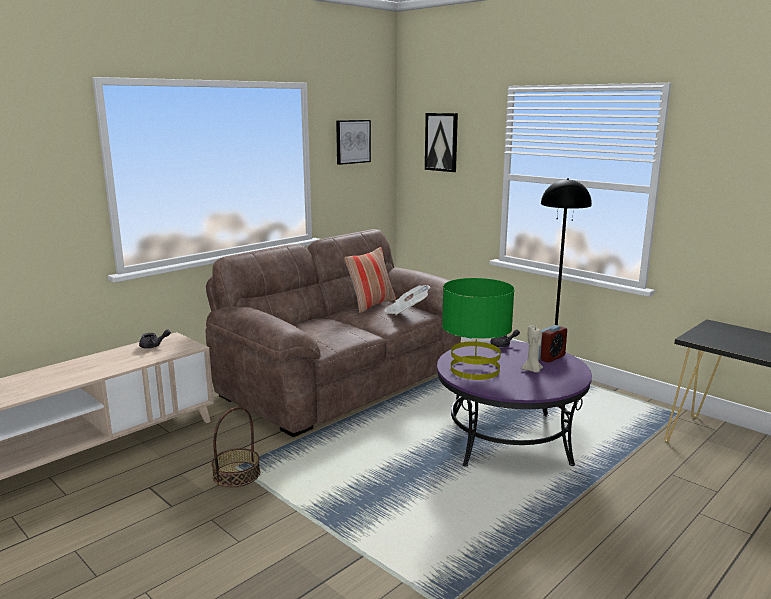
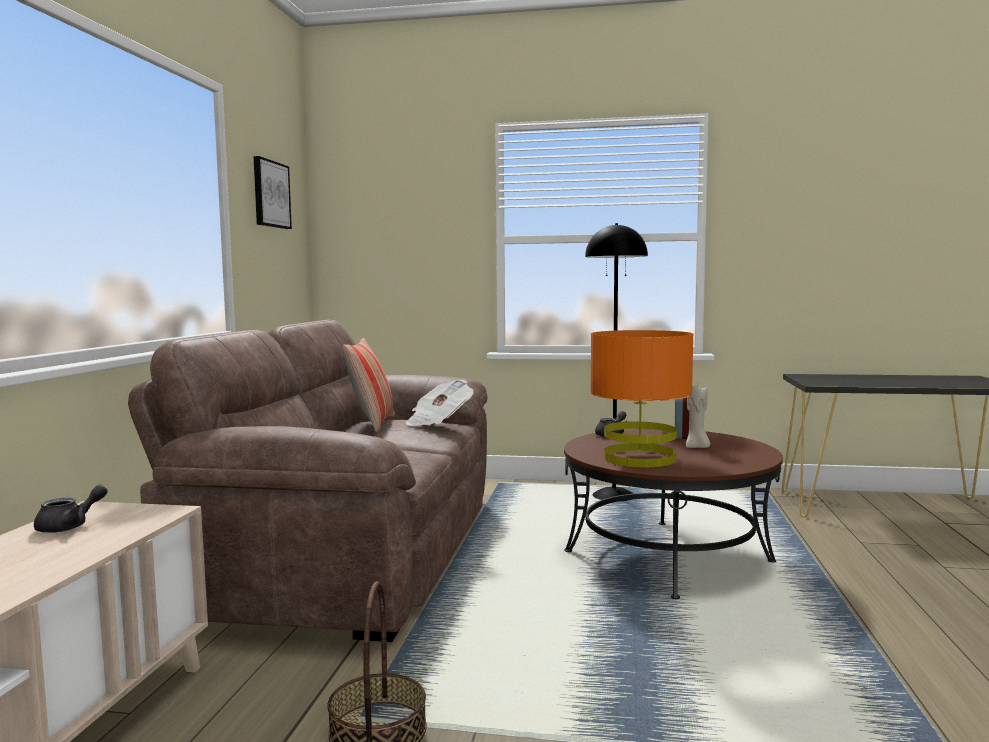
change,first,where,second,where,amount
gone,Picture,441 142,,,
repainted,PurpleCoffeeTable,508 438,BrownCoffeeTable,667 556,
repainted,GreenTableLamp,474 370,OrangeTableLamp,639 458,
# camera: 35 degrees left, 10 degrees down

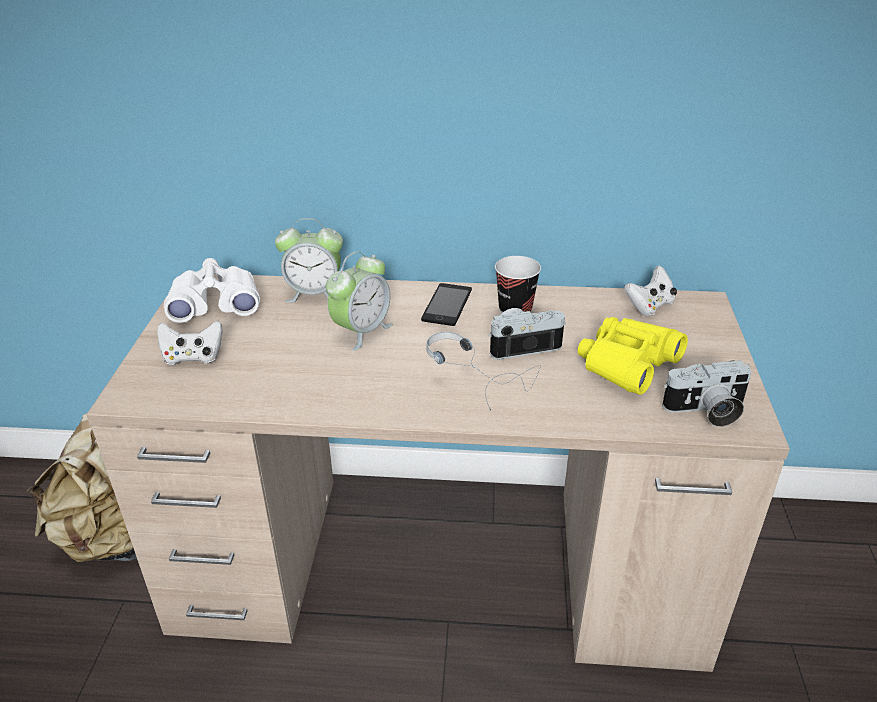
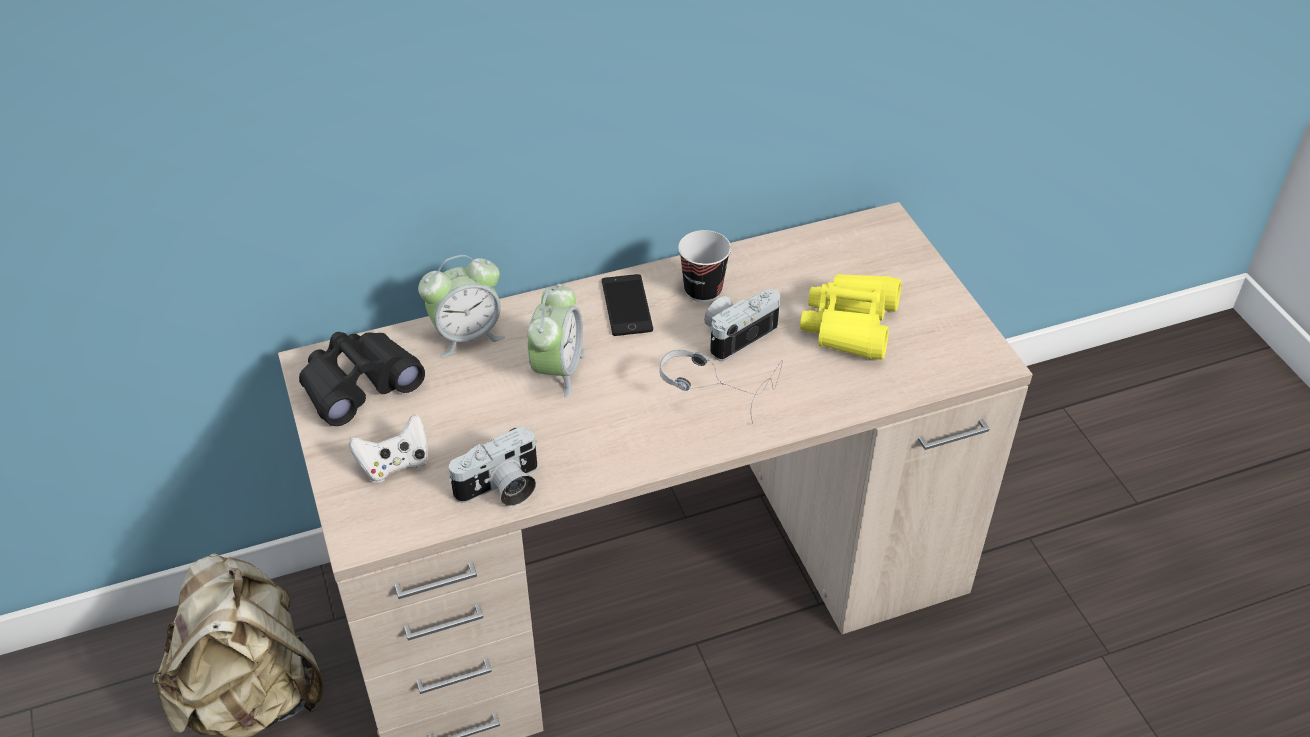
change,first,where,second,where,amount
gone,WhiteGameController,649 306,,,
shifted,PhotoCamera,706 411,,501 489,
repainted,WhiteBinoculars,215 303,BlackBinoculars,359 385,
# camera: 25 degrees left, 10 degrees up

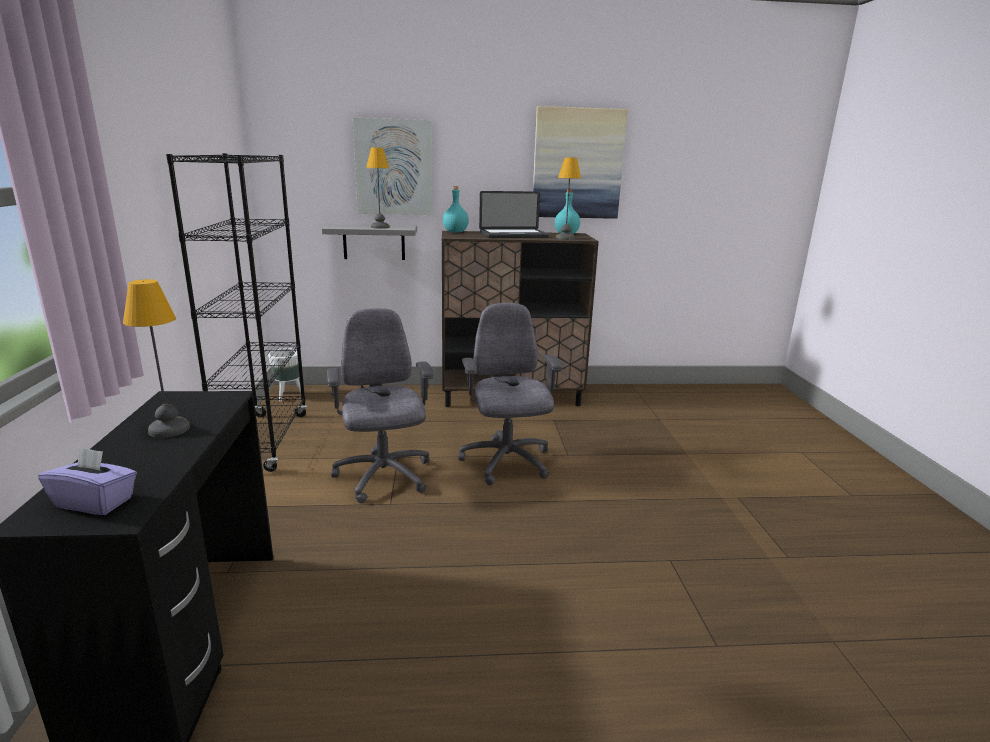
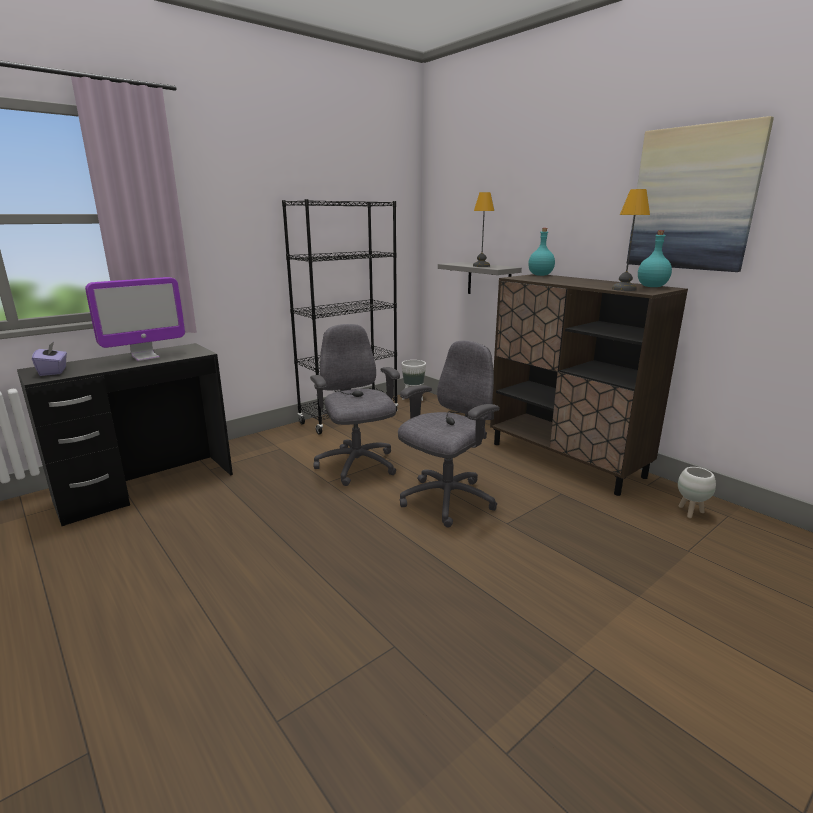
change,first,where,second,where,amount
gone,Picture,394 167,,,
gone,Laptop,513 235,,,
new,,,WhitePlanter,690 512,
swapped,TableLamp,168 429,Monitor,145 357,
rotated,GreyOfficeChair,383 477,,357 466,60 degrees counterclockwise
# camera: 55 degrees right, 0 degrees up

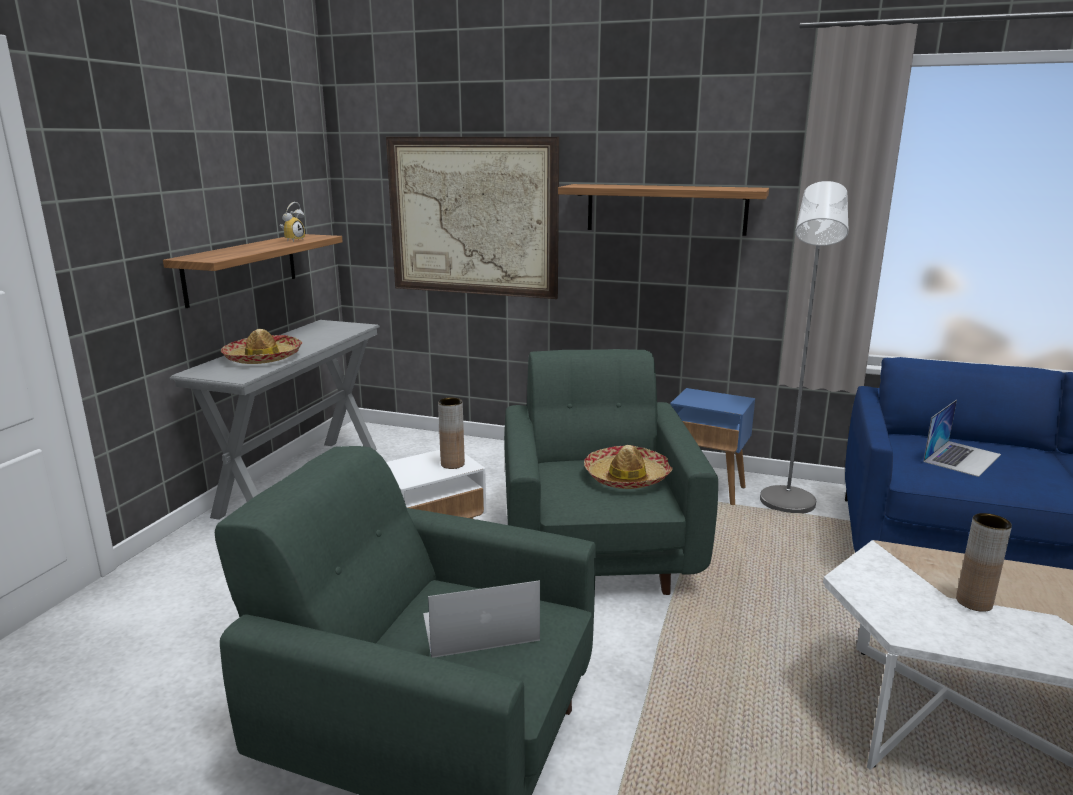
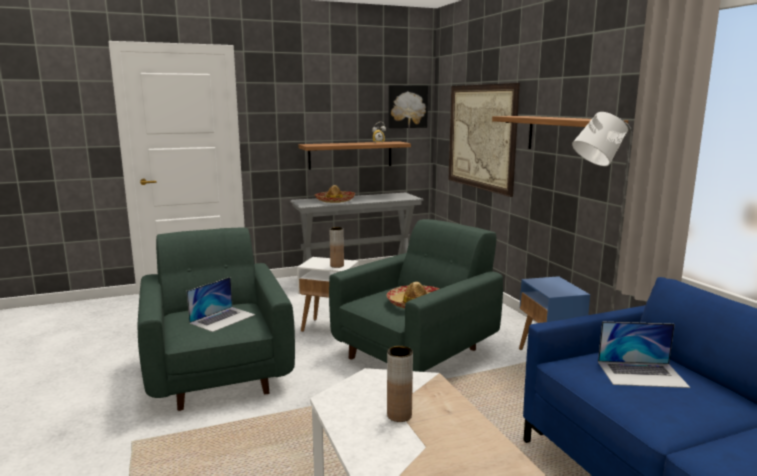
change,first,where,second,where,amount
new,,,Picture,407 106,
rotated,Laptop,479 627,,223 318,90 degrees clockwise
# camera: 50 degrees right, 5 degrees down

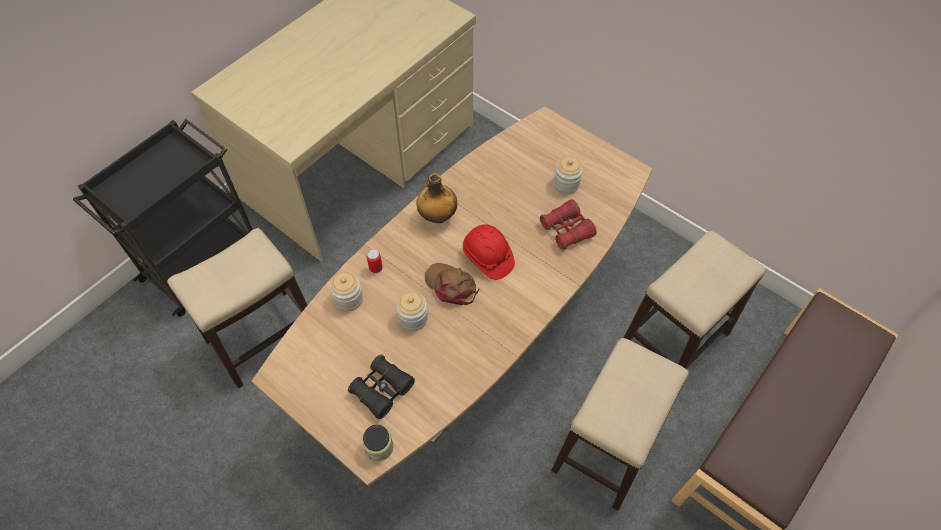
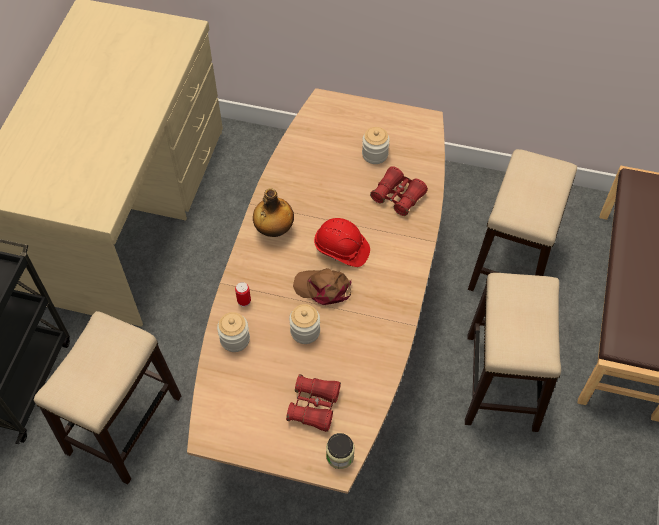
change,first,where,second,where,amount
repainted,BlackBinoculars,382 390,RedBinoculars,314 406,
# camera: 25 degrees left, 0 degrees up

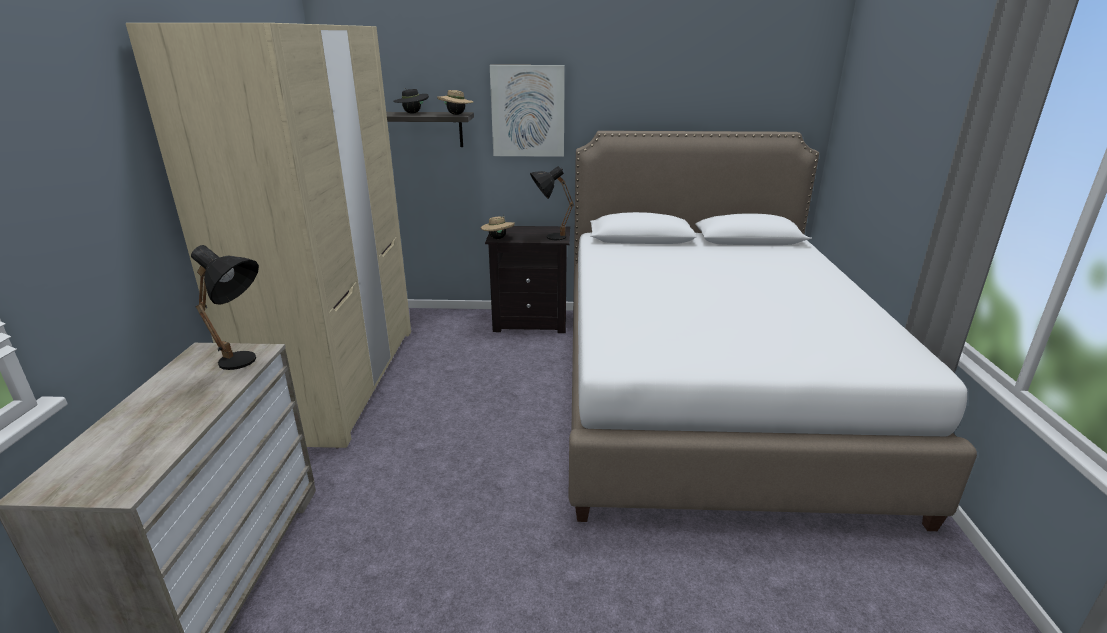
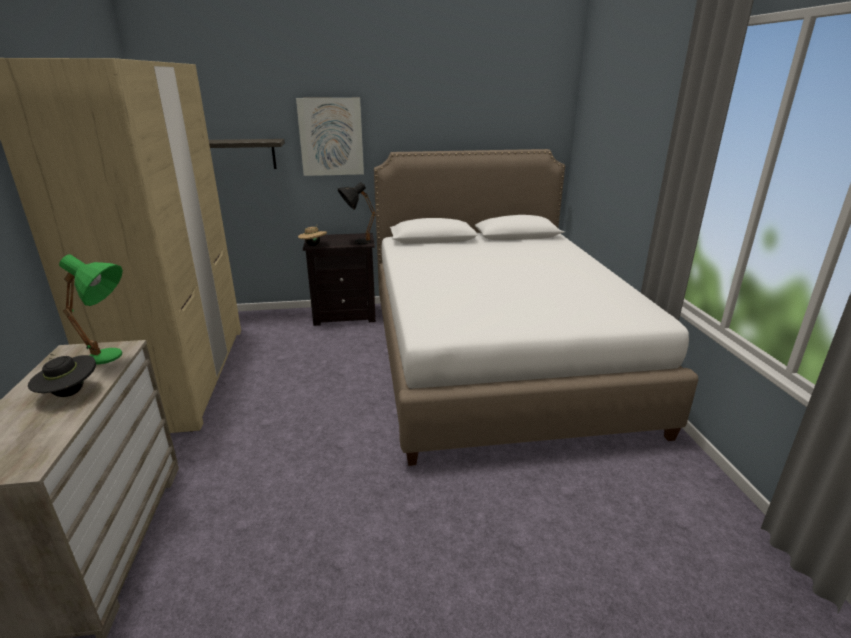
change,first,where,second,where,amount
gone,BeigeHat,456 114,,,
shifted,BlackHat,412 113,,69 393,
repainted,BlackTableLamp,245 364,GreenTableLamp,113 359,
# camera: 10 degrees left, 0 degrees up

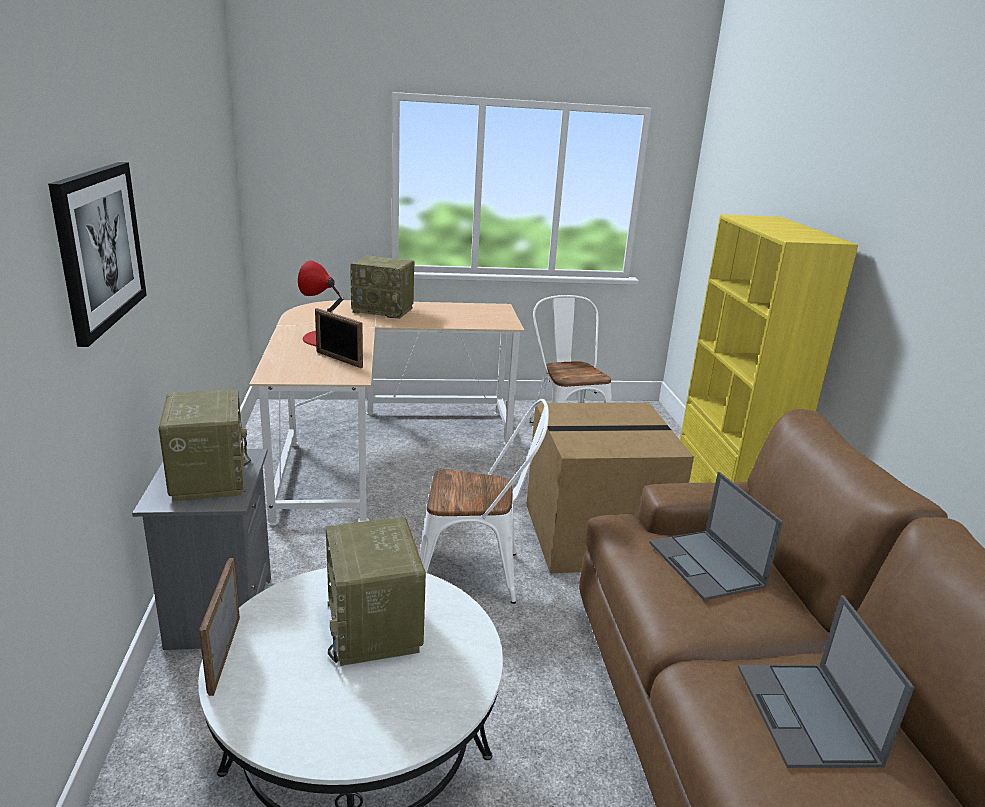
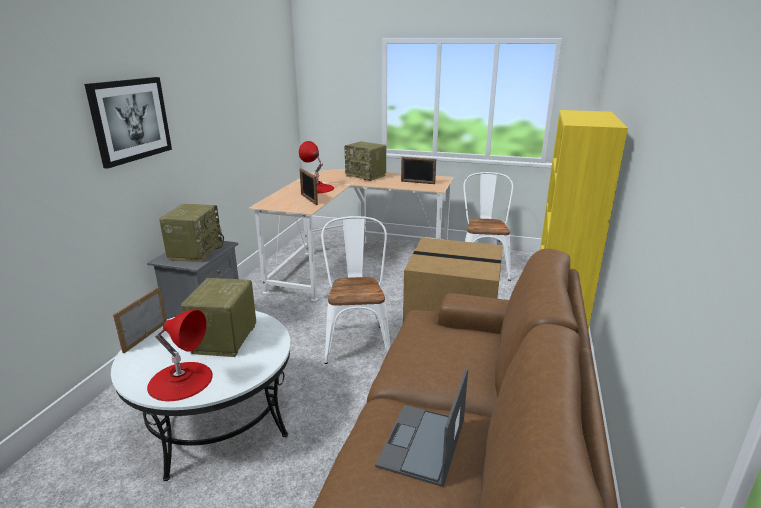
change,first,where,second,where,amount
gone,Laptop,707 565,,,
new,,,RedTableLamp,180 380,
new,,,PictureFrame,417 182,
rotated,WhiteChair,478 574,,357 339,120 degrees counterclockwise
# camera: 25 degrees right, 0 degrees up

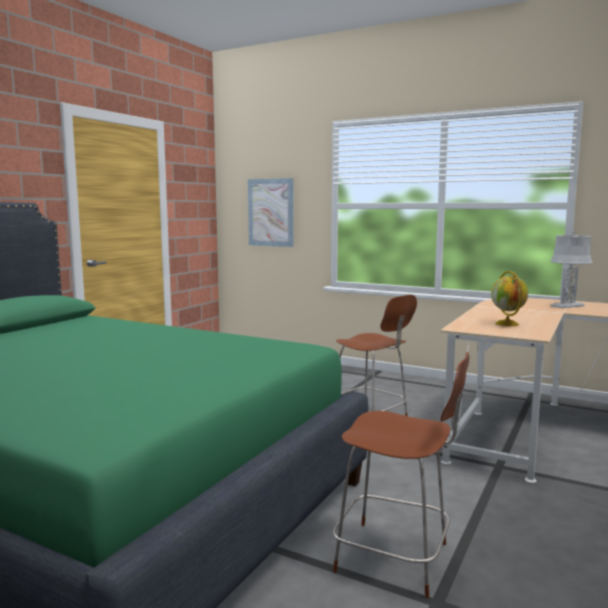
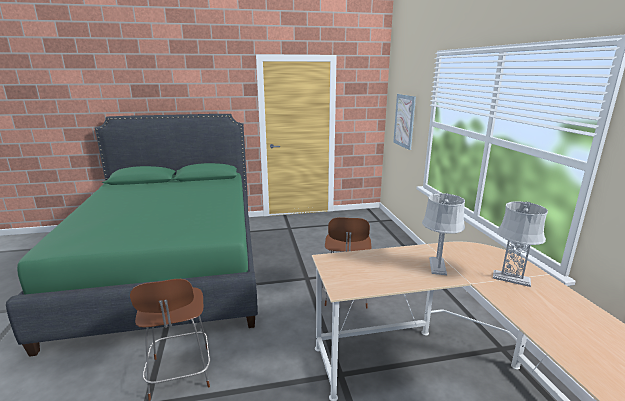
change,first,where,second,where,amount
gone,Globe,507 324,,,
new,,,GreyTableLamp,437 266,
# camera: 50 degrees right, 10 degrees up

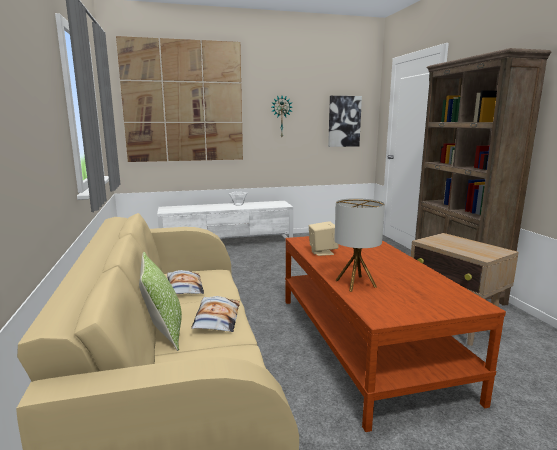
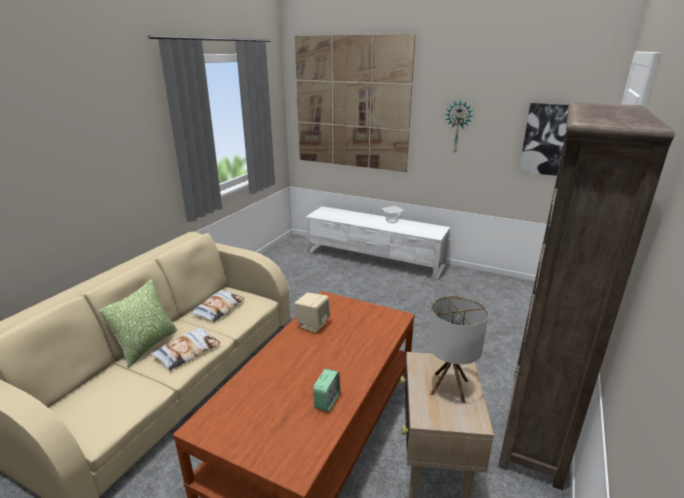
change,first,where,second,where,amount
new,,,AlarmClock,327 401,
shifted,TableLamp,355 283,,449 387,
# camera: 40 degrees right, 10 degrees up

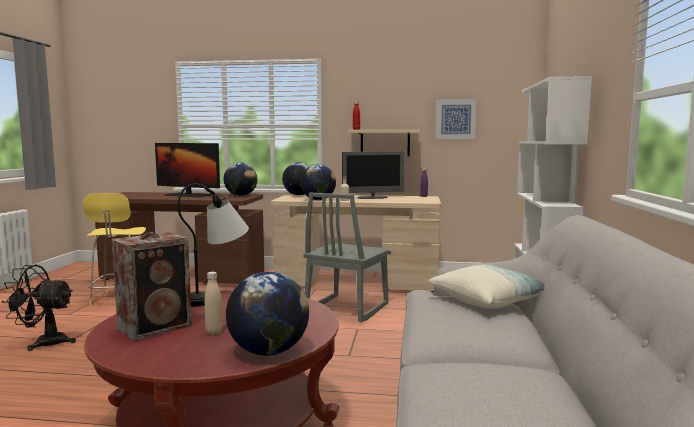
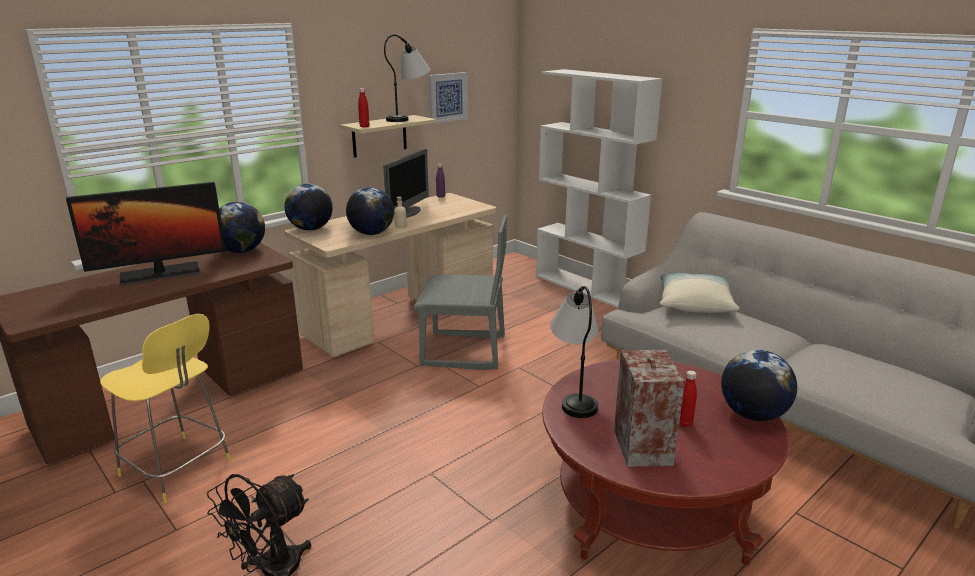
change,first,where,second,where,amount
new,,,TableLamp,409 118,
repainted,BeigeBottle,214 332,RedBottle,684 423,
rotated,GreyChair,346 309,,463 352,60 degrees counterclockwise
# camera: 50 degrees left, 15 degrees up

